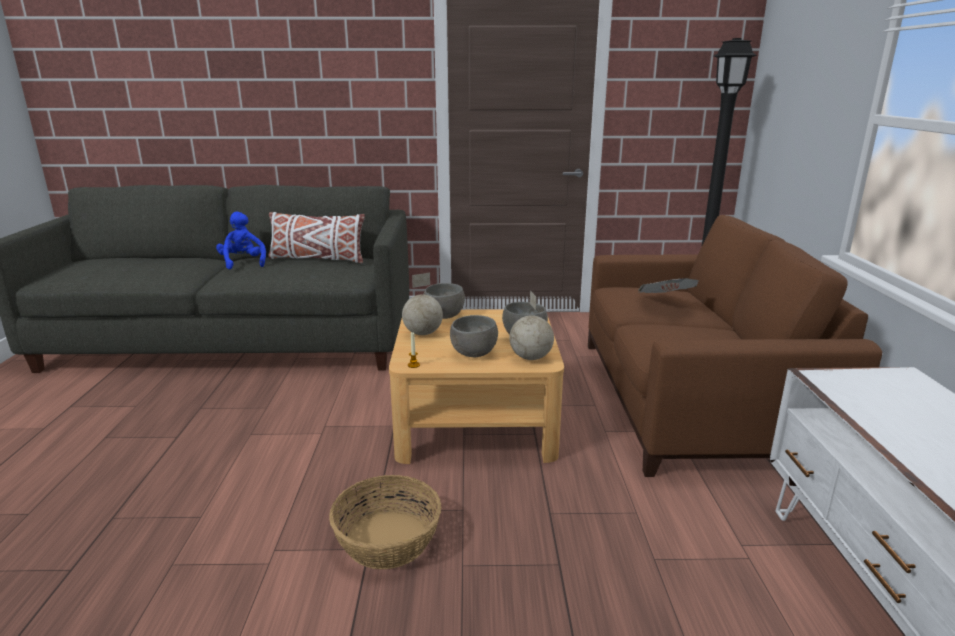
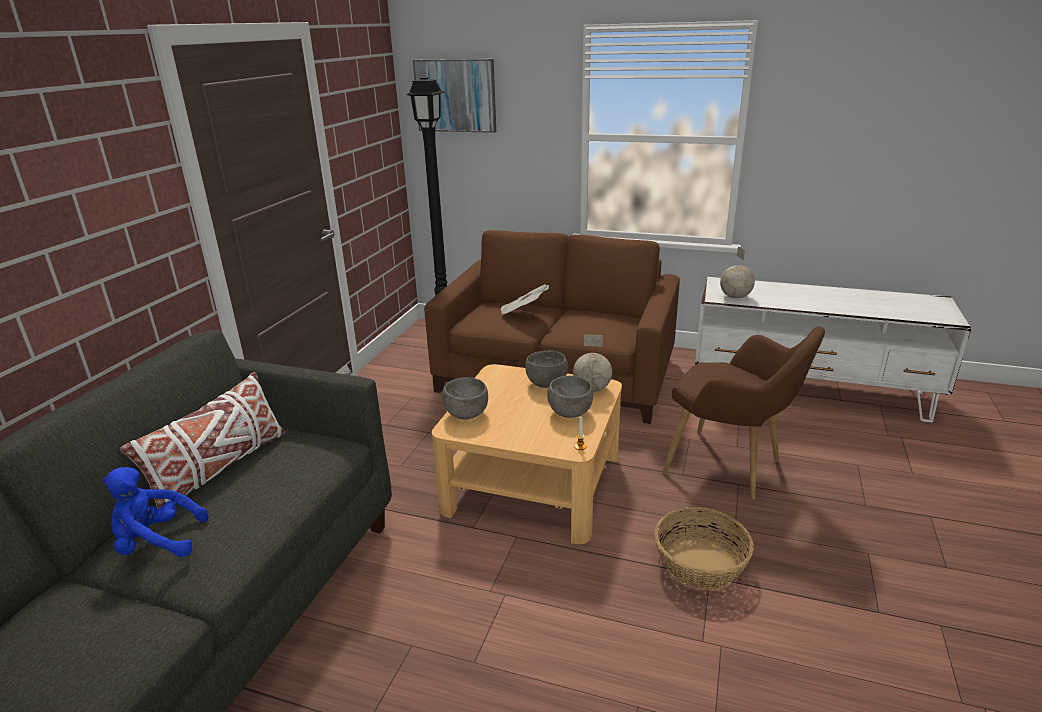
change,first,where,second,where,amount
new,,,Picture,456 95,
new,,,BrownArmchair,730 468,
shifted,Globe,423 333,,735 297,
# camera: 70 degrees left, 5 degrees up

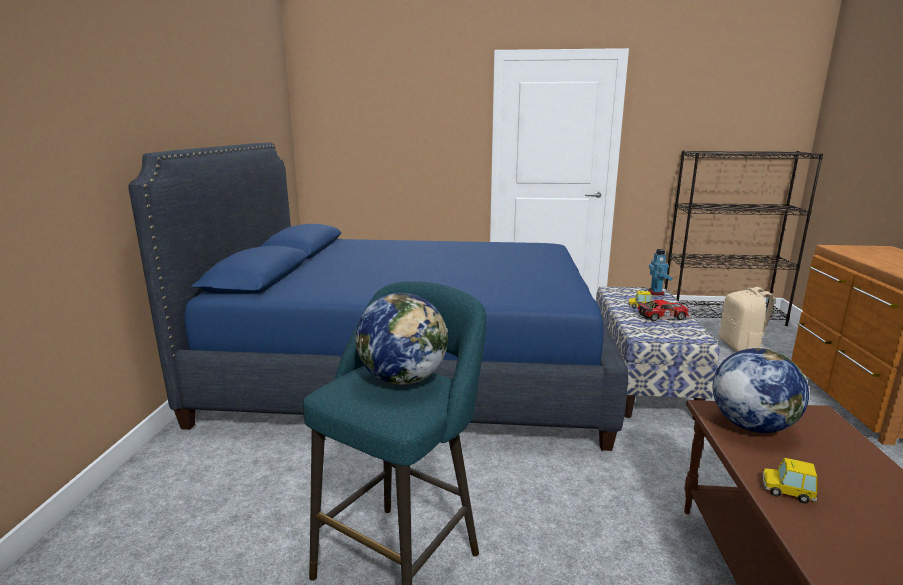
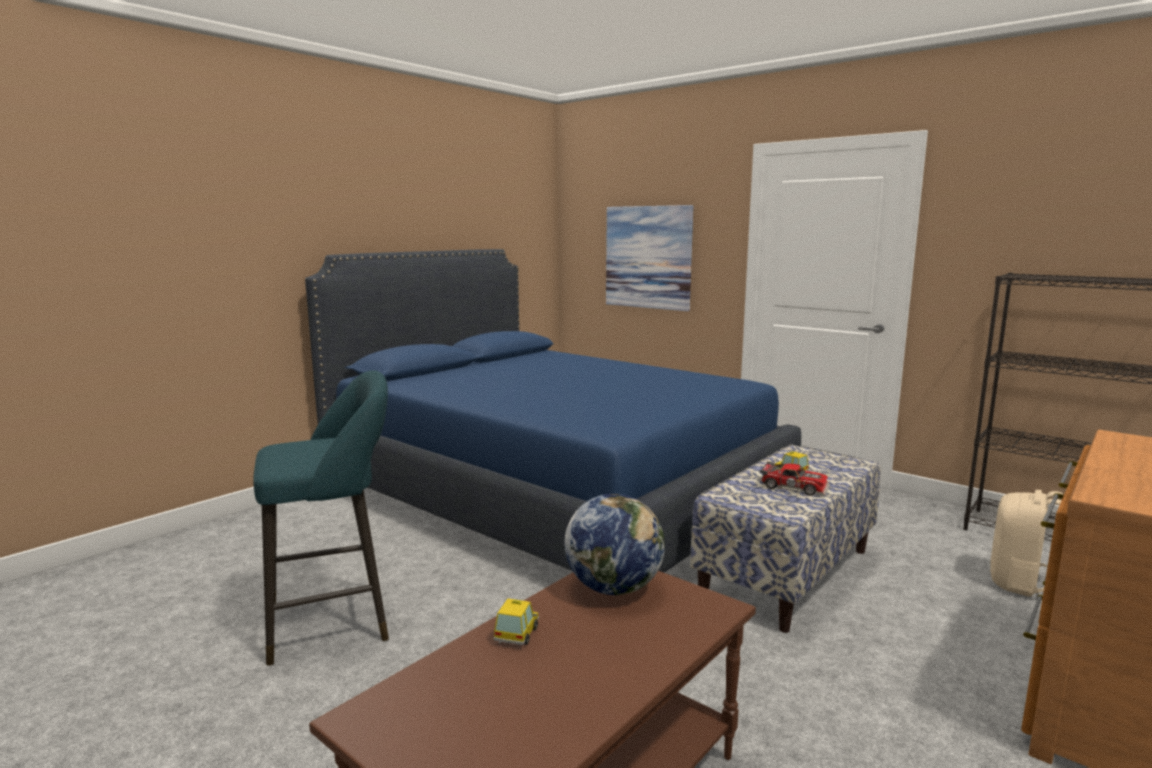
change,first,where,second,where,amount
gone,Globe,403 379,,,
gone,ToyRobot,656 293,,,
new,,,Picture,648 257,
rotated,ToyCar,787 491,,517 634,45 degrees clockwise
# camera: 35 degrees right, 5 degrees down

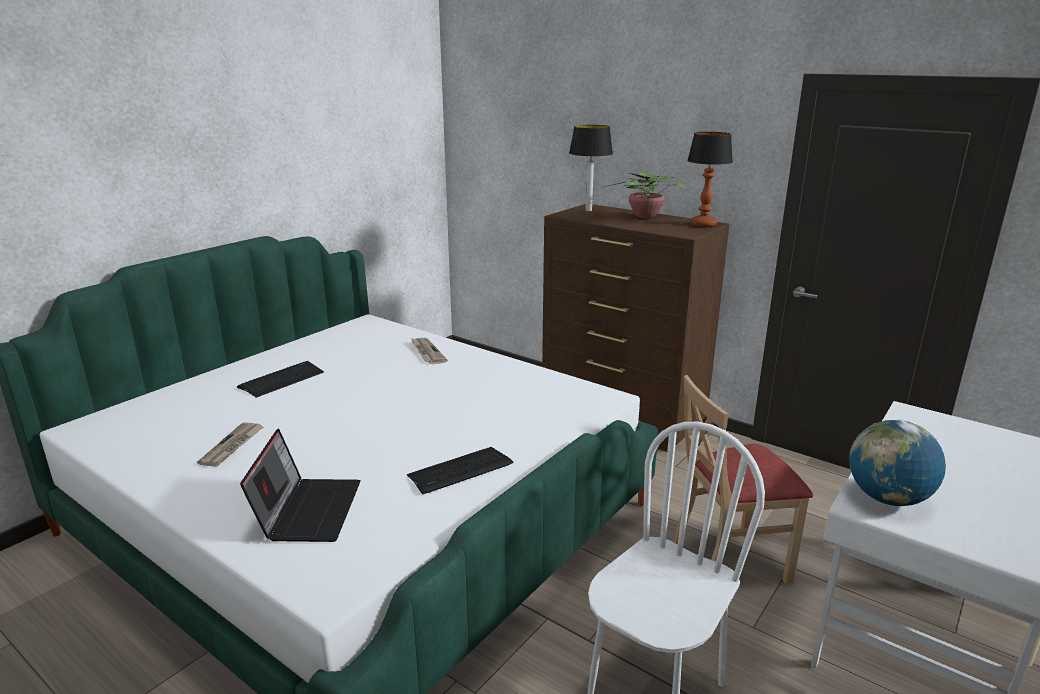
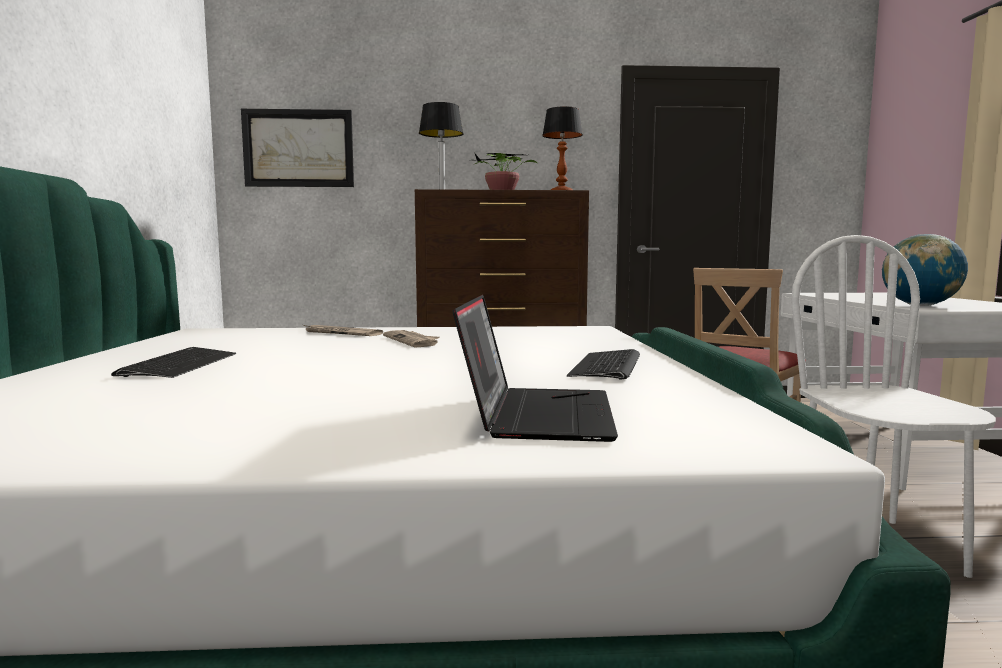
change,first,where,second,where,amount
new,,,Picture,298 148,
shifted,Newspaper,232 446,,412 341,
rotated,Laptop,308 510,,536 414,45 degrees clockwise
# camera: 40 degrees left, 15 degrees down

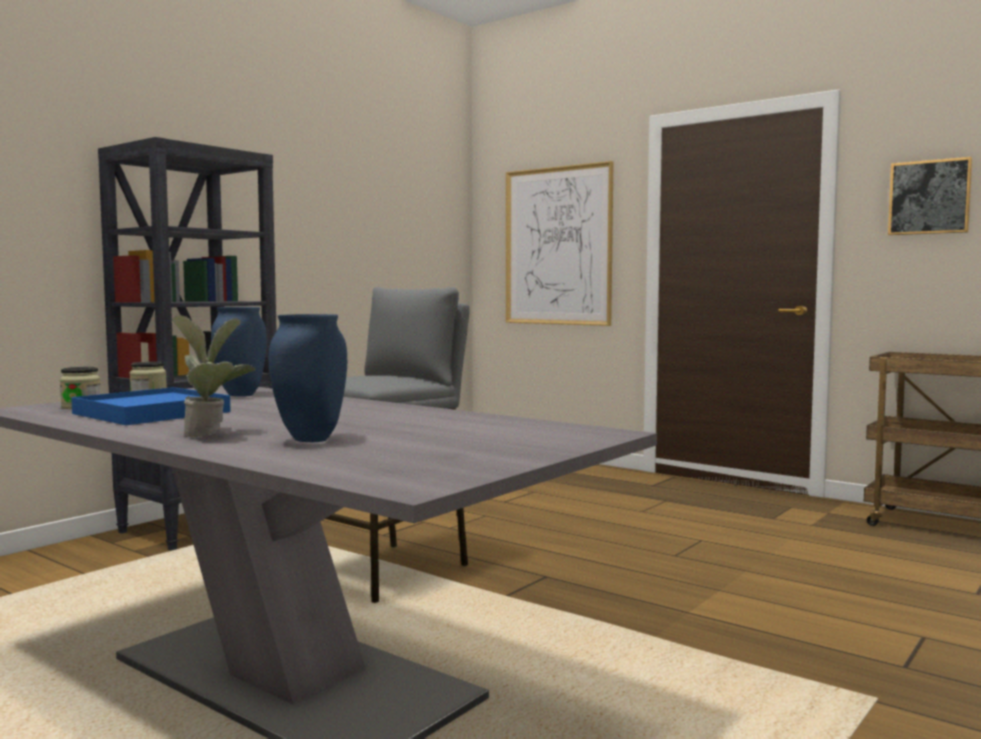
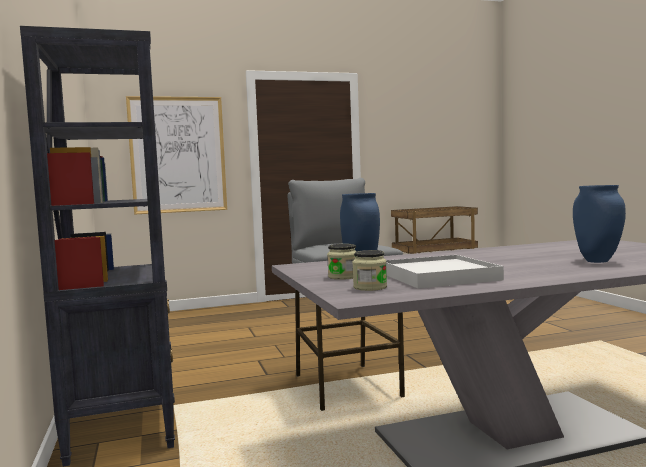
change,first,where,second,where,amount
gone,PottedPlant,213 433,,,
gone,Picture,929 197,,,
repainted,BlueTray,151 413,WhiteTray,439 277,
# camera: 55 degrees left, 0 degrees up

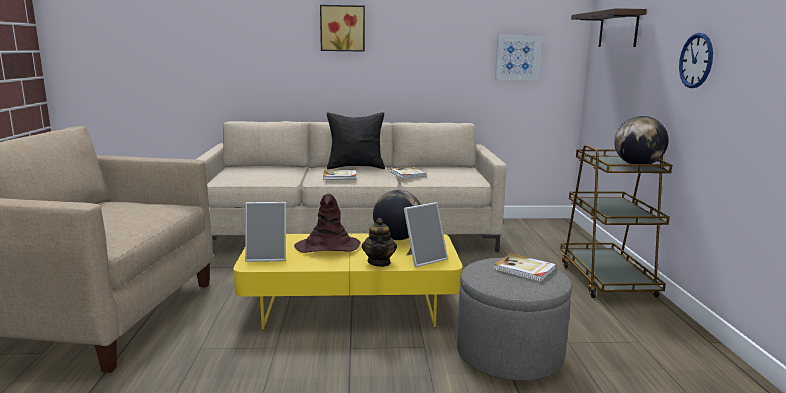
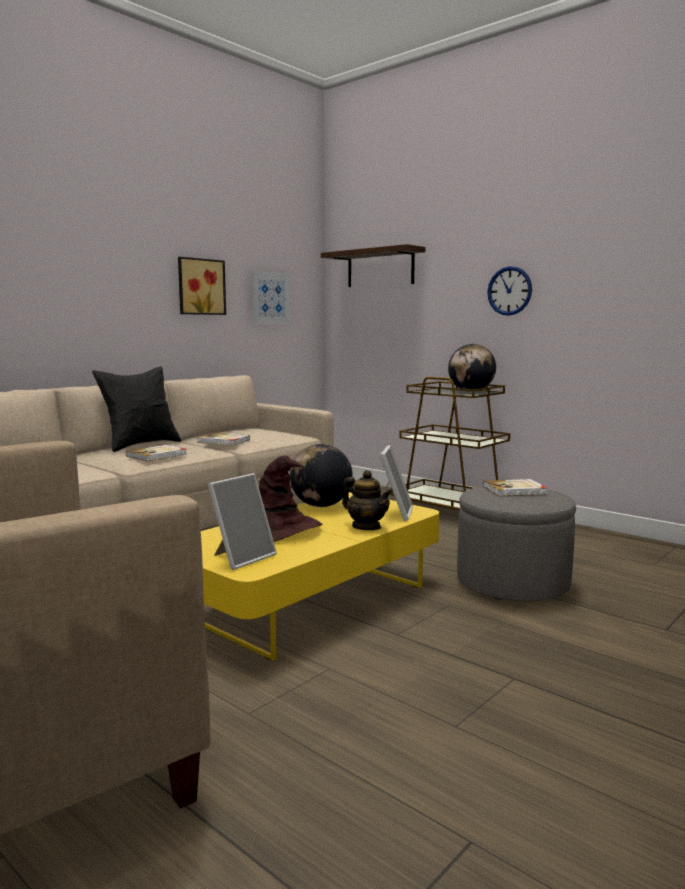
change,first,where,second,where,amount
shifted,Picture,342 28,,200 287,
# camera: 45 degrees left, 5 degrees down

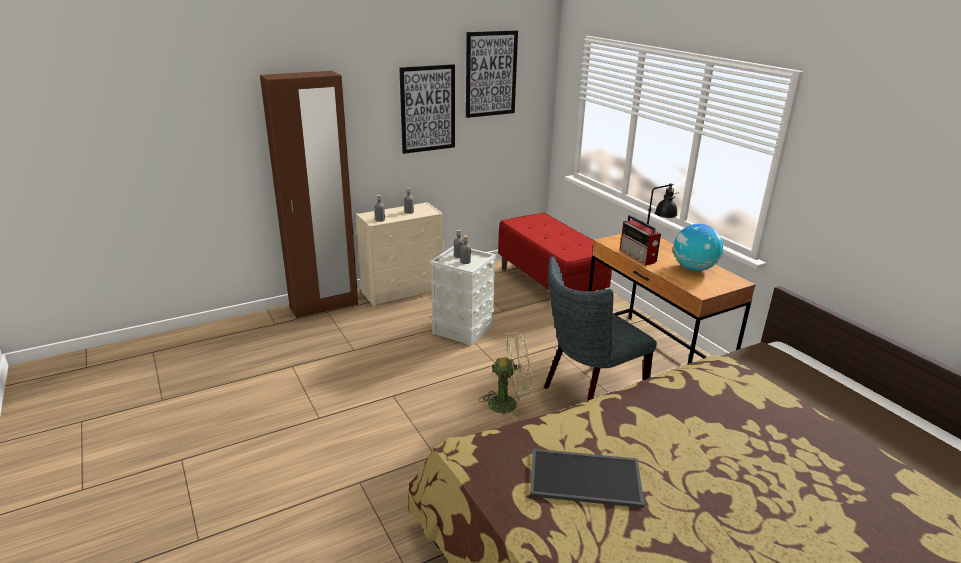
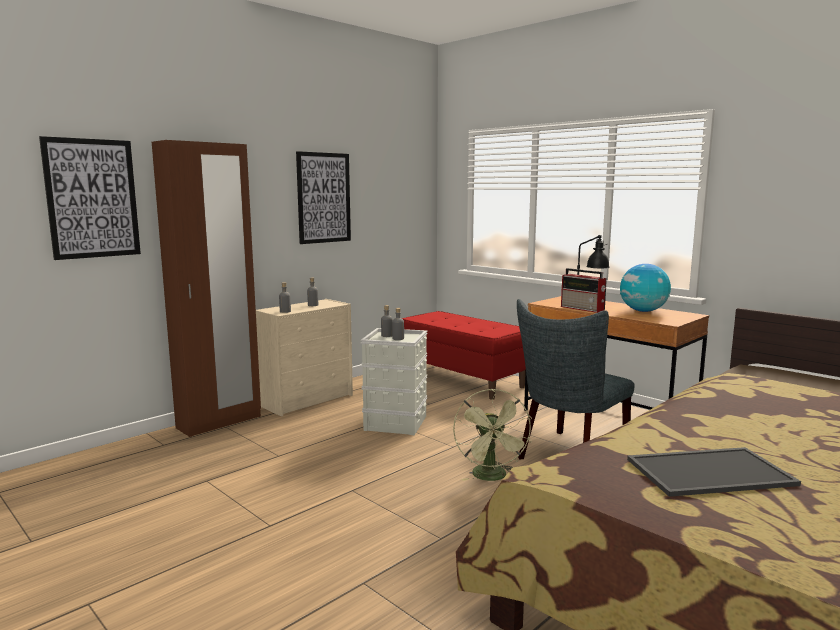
change,first,where,second,where,amount
shifted,Picture,491 74,,92 198,
rotated,GreenFan,509 403,,492 477,105 degrees clockwise
# camera: 15 degrees left, 15 degrees down

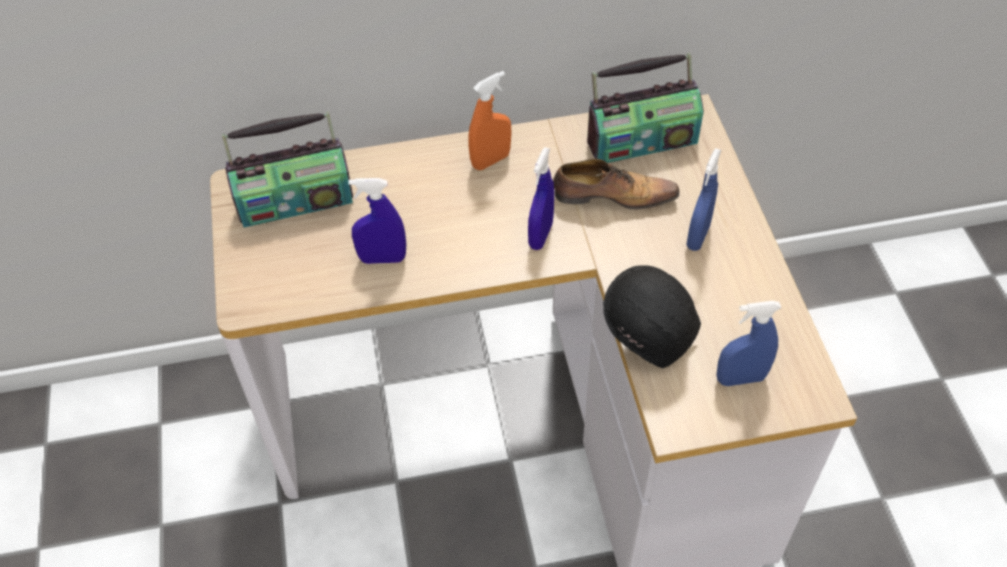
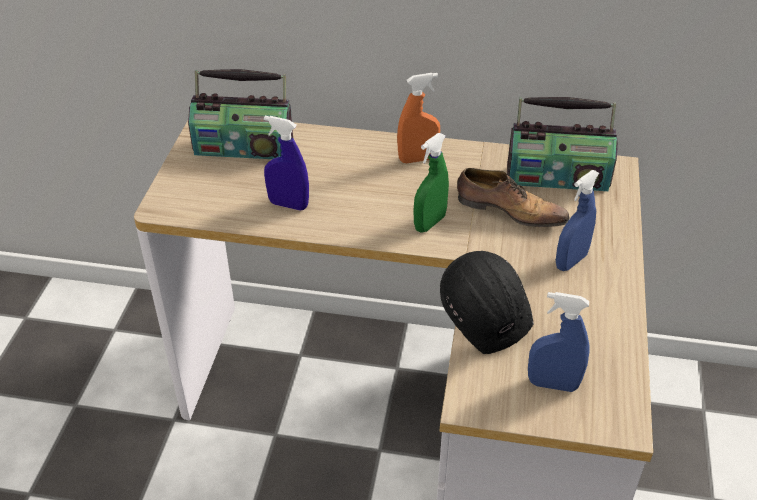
change,first,where,second,where,amount
repainted,BlueSprayBottle,540 235,GreenSprayBottle,430 223,
# camera: 20 degrees right, 10 degrees down

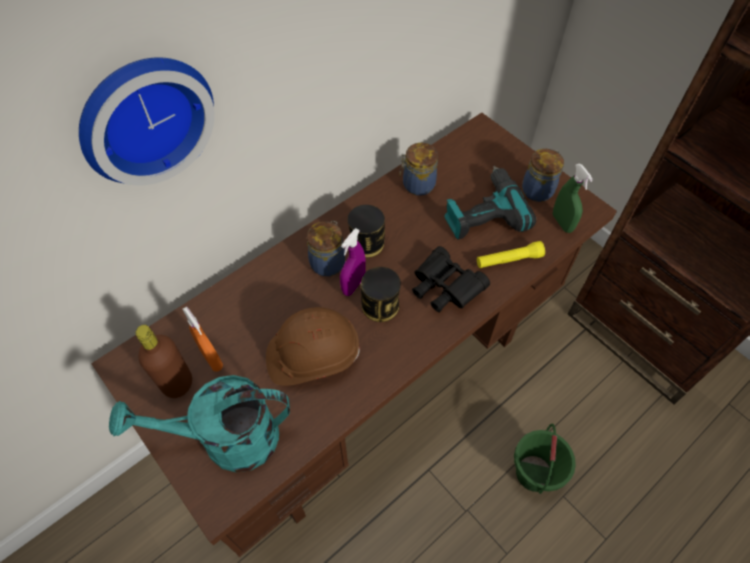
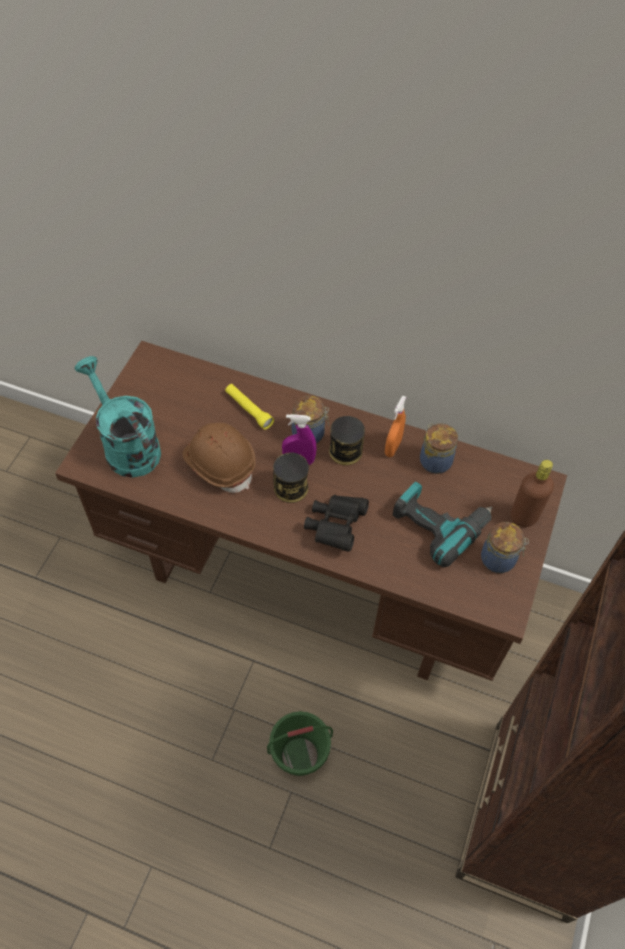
change,first,where,second,where,amount
gone,WallClock,144 117,,,
gone,GreenSprayBottle,562 223,,,
shifted,BrownBottle,177 383,,523 516,
shifted,OrangeSprayBottle,212 359,,393 447,
shifted,YellowFlashlight,508 260,,249 410,
# camera: 60 degrees right, 0 degrees up

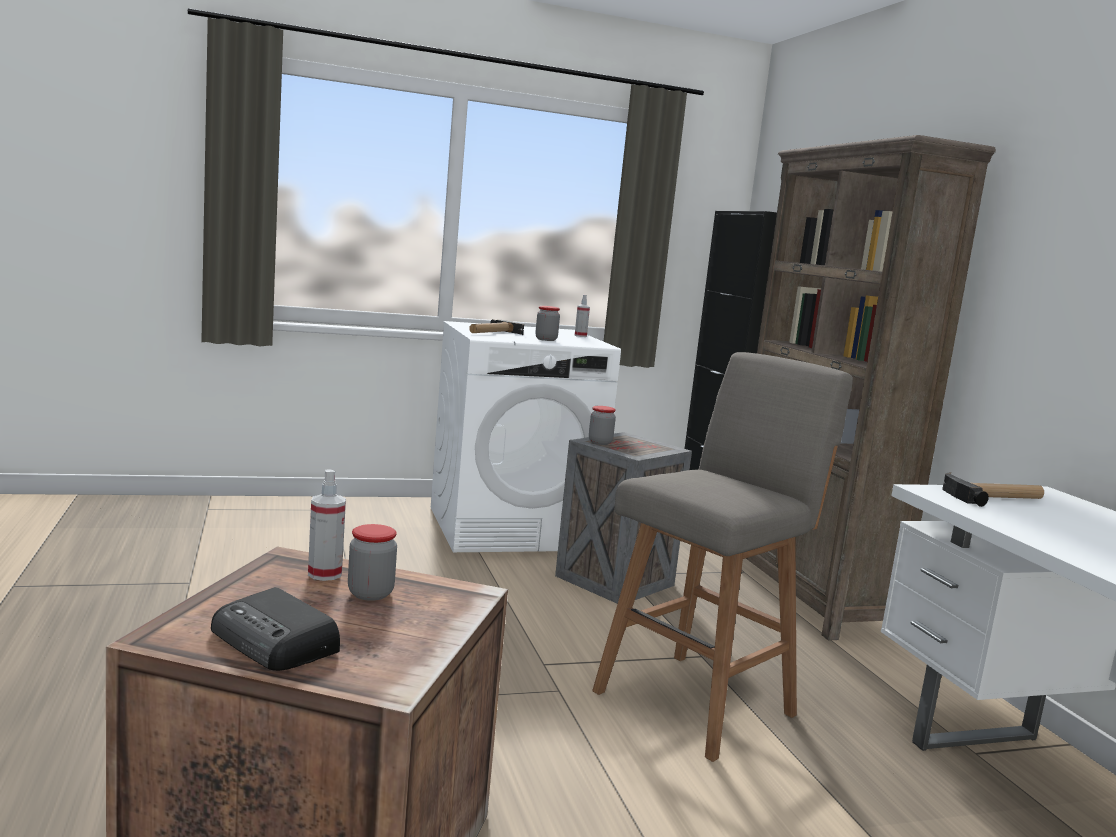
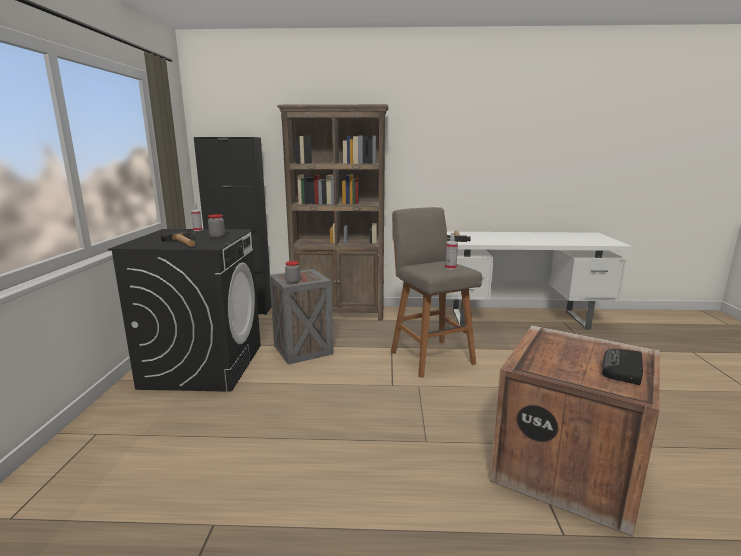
change,first,where,second,where,amount
gone,Jar,370 593,,,
shifted,SprayBottle,325 574,,450 268,
repainted,WhiteWashingMachine,511 528,BlackWashingMachine,204 365,
rotated,Radio,276 642,,622 370,150 degrees clockwise
# camera: 70 degrees left, 5 degrees up

